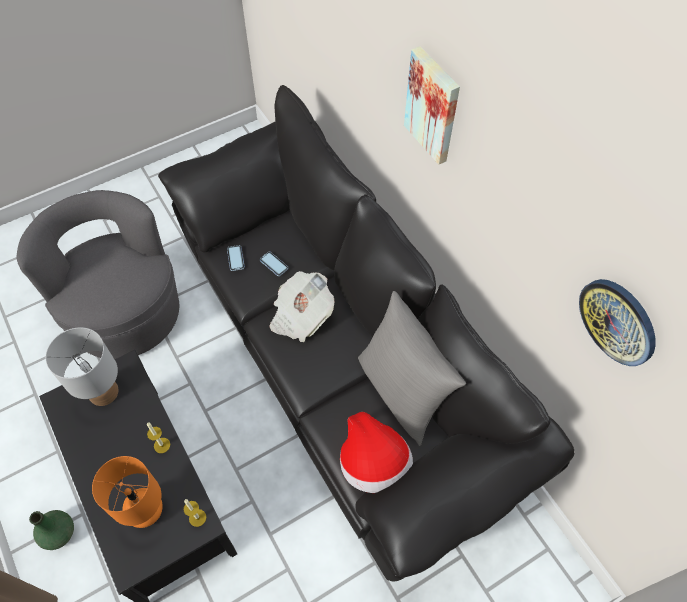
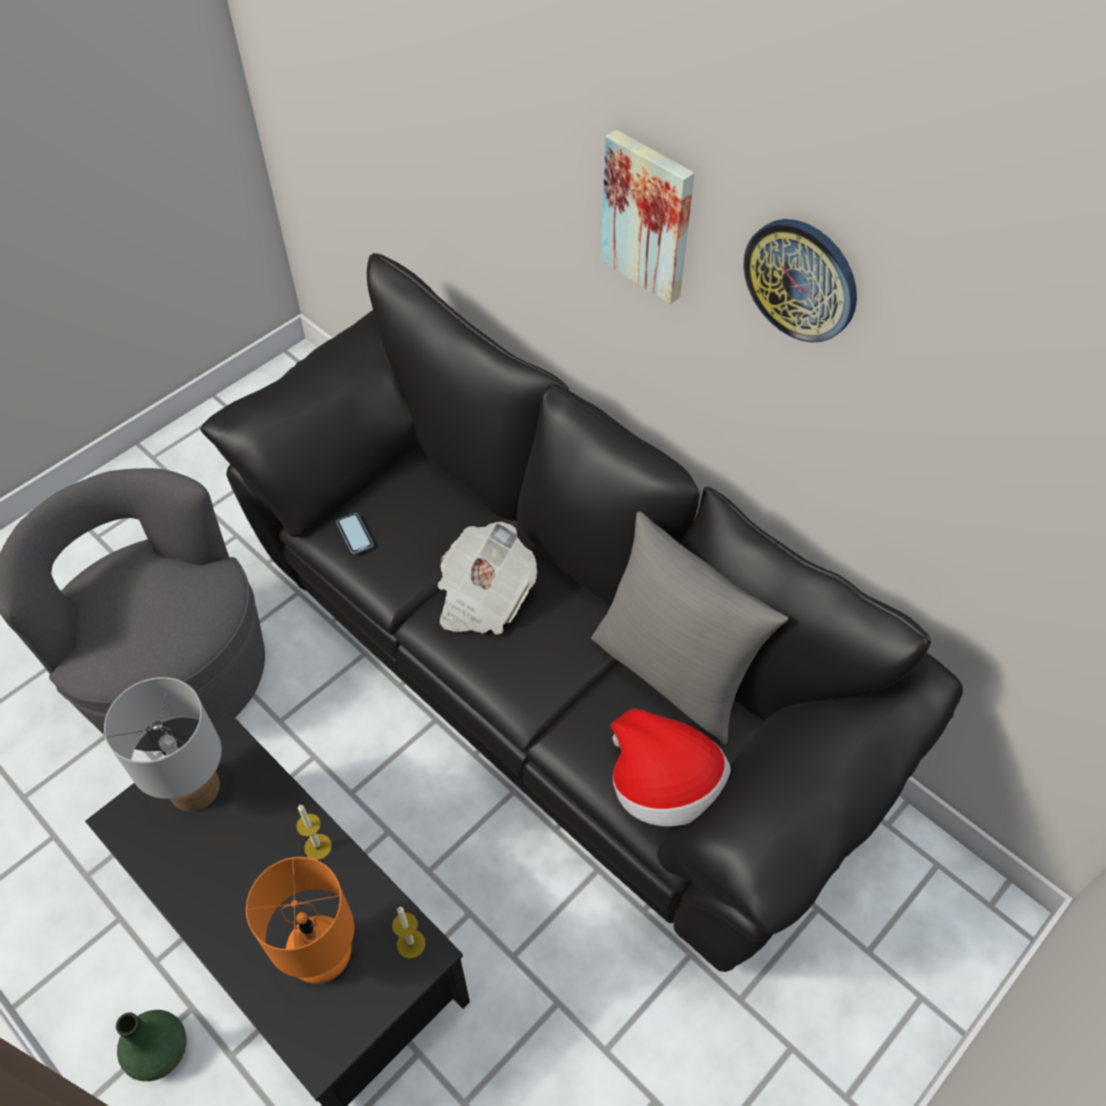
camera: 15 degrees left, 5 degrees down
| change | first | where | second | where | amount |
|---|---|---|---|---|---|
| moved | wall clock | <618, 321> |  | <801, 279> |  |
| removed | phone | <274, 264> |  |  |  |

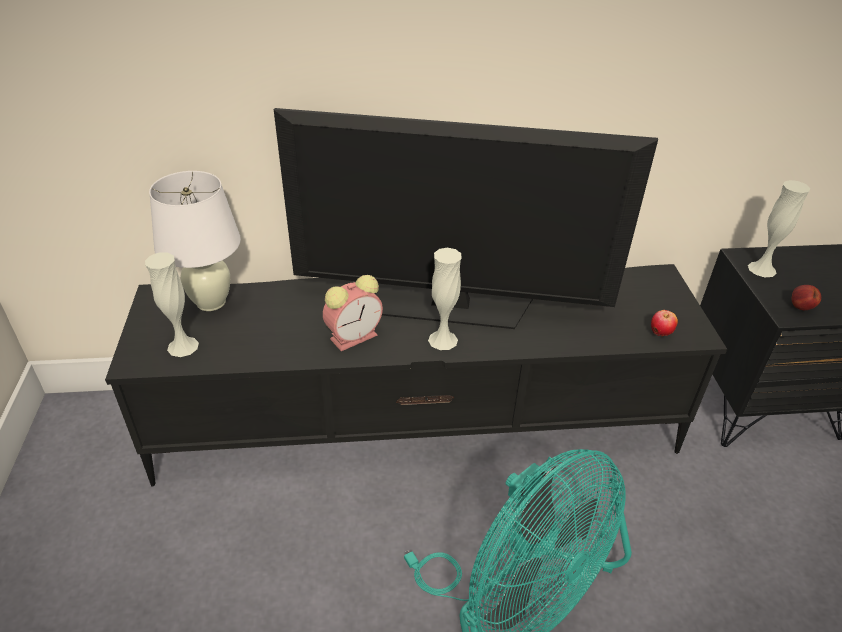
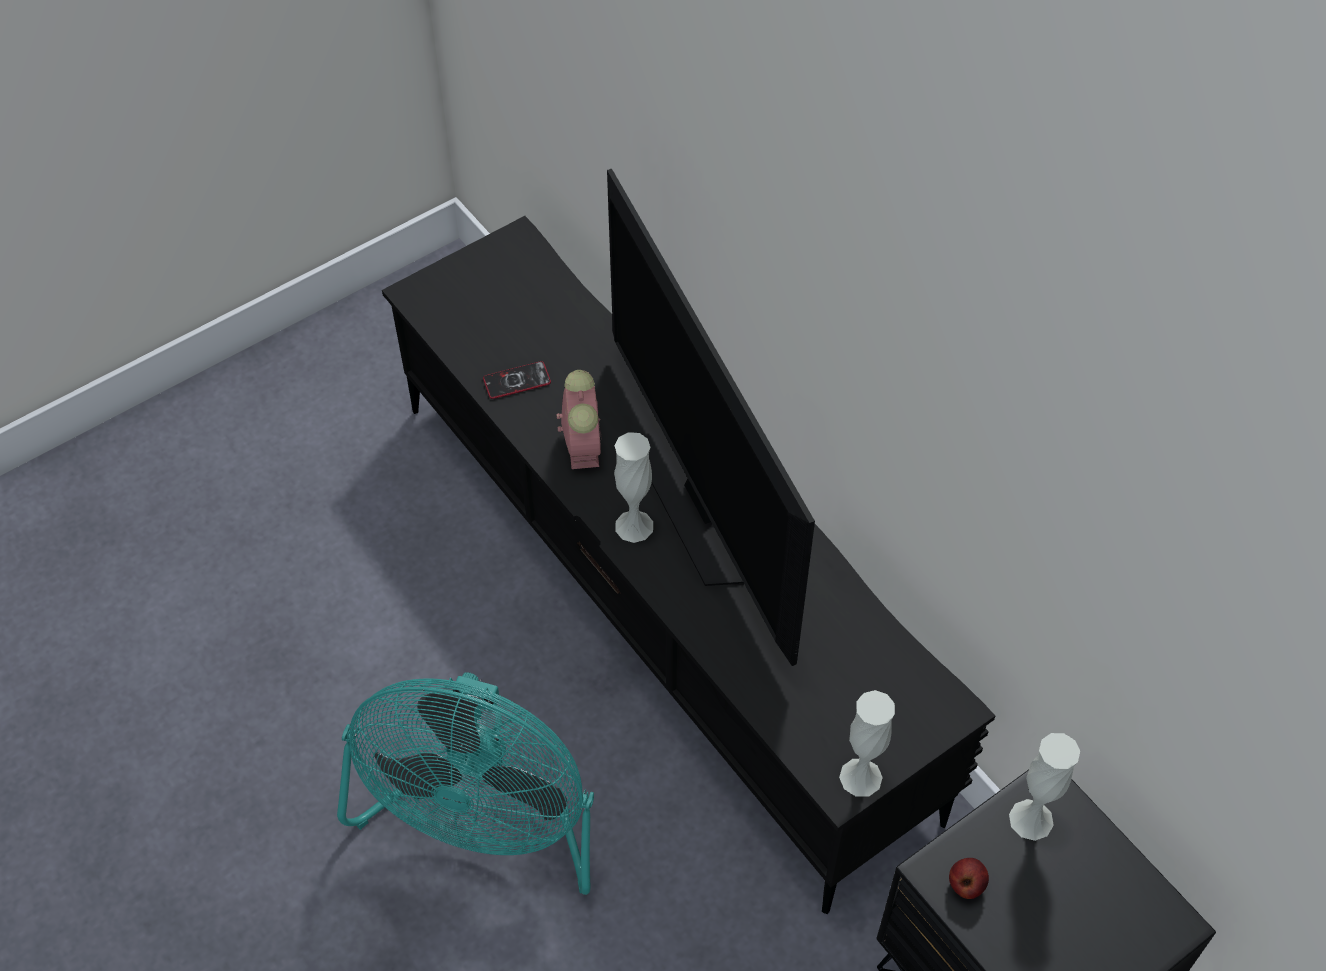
camera: 60 degrees right, 15 degrees up
| change | first | where | second | where | amount |
|---|---|---|---|---|---|
| added |  |  | phone | <517, 381> |  |
| turned | alarm clock | <355, 336> |  | <582, 444> | 120 degrees counterclockwise |
| moved | white flower vase | <183, 346> |  | <860, 777> |  |
| removed | white tabletop lamp | <211, 302> |  |  |  |
| removed | whole apple | <660, 334> |  |  |  |

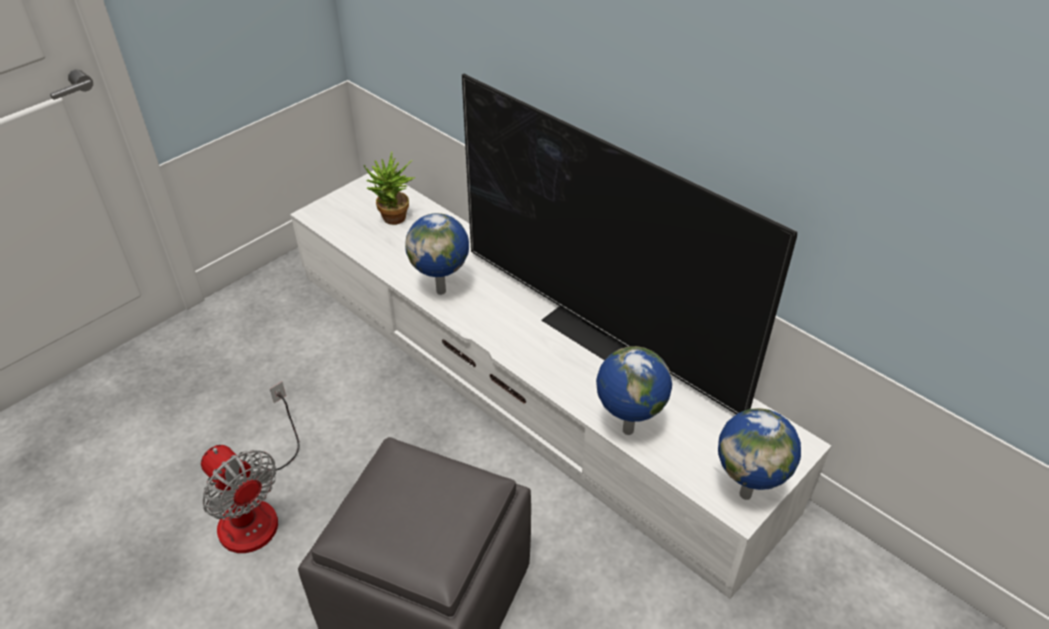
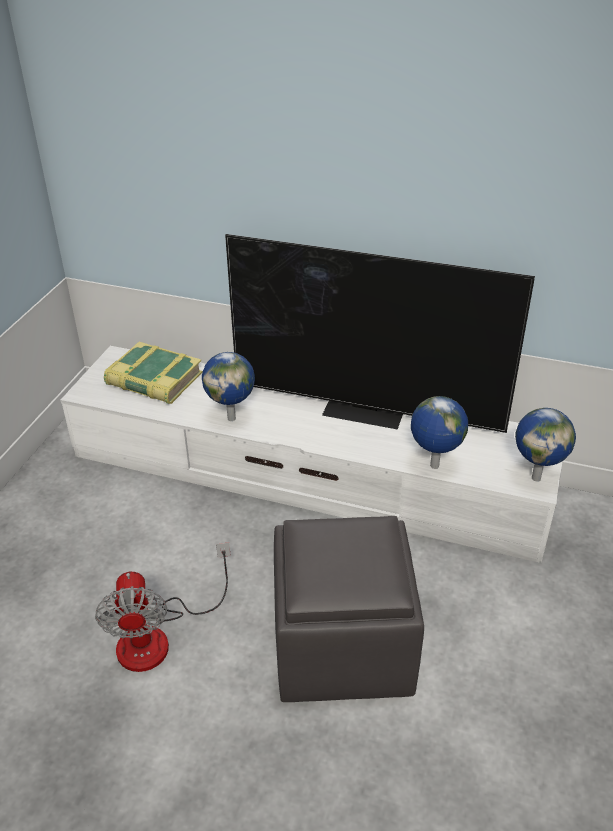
camera: 25 degrees left, 5 degrees down
| change | first | where | second | where | amount |
|---|---|---|---|---|---|
| turned | fan | <256, 507> |  | <158, 636> | 60 degrees clockwise |
| replaced | houseplant | <393, 221> | book | <154, 380> |  |

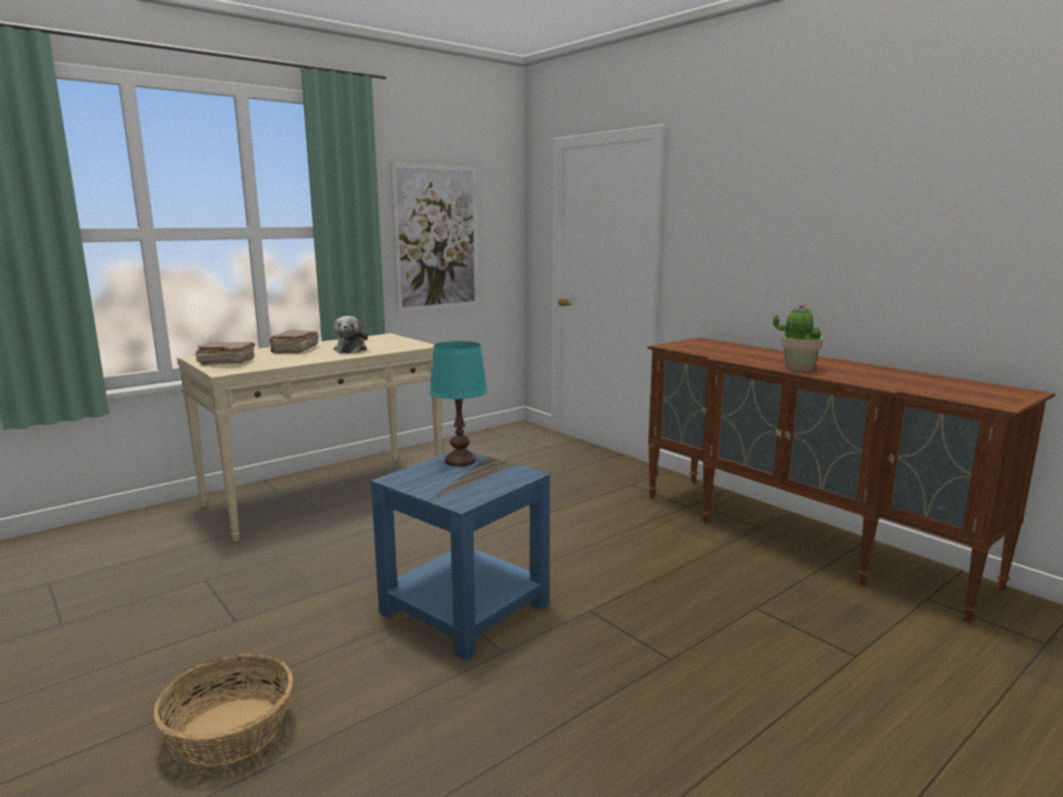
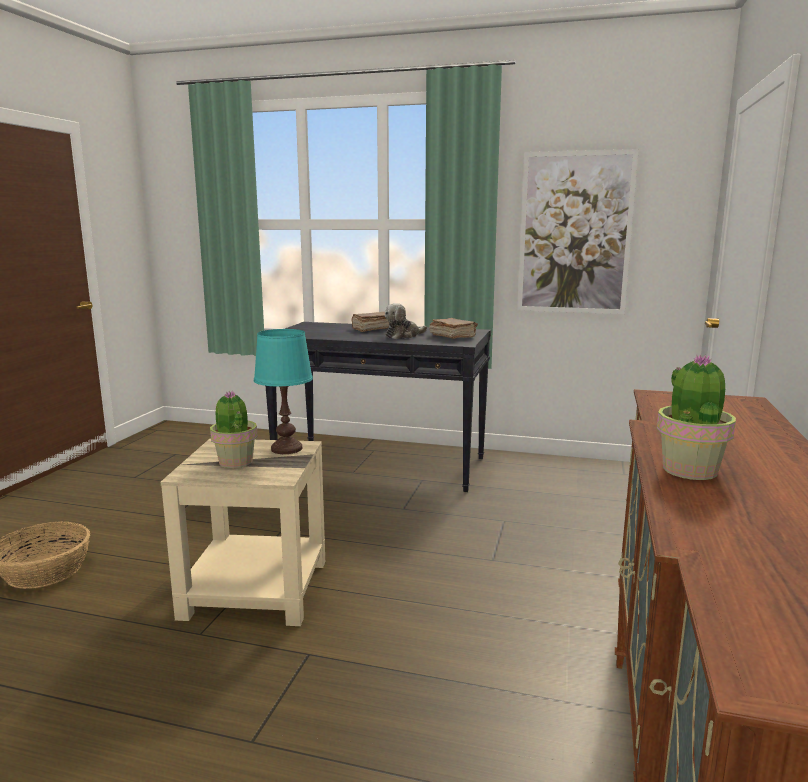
camera: 55 degrees right, 0 degrees up
| change | first | where | second | where | amount |
|---|---|---|---|---|---|
| recoloured | blue-coloured accent table | <464, 607> | beige accent table | <258, 587> |  |
| added |  |  | houseplant | <235, 462> |  |
| recoloured | beige console table | <327, 494> | black console table | <381, 464> |  |
| moved | brown-coloured book | <226, 362> |  | <452, 336> |  |

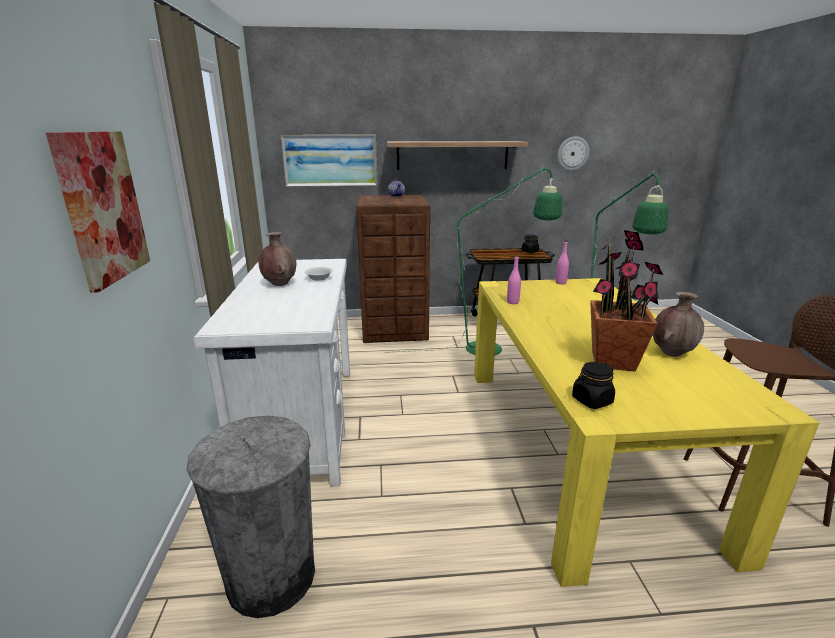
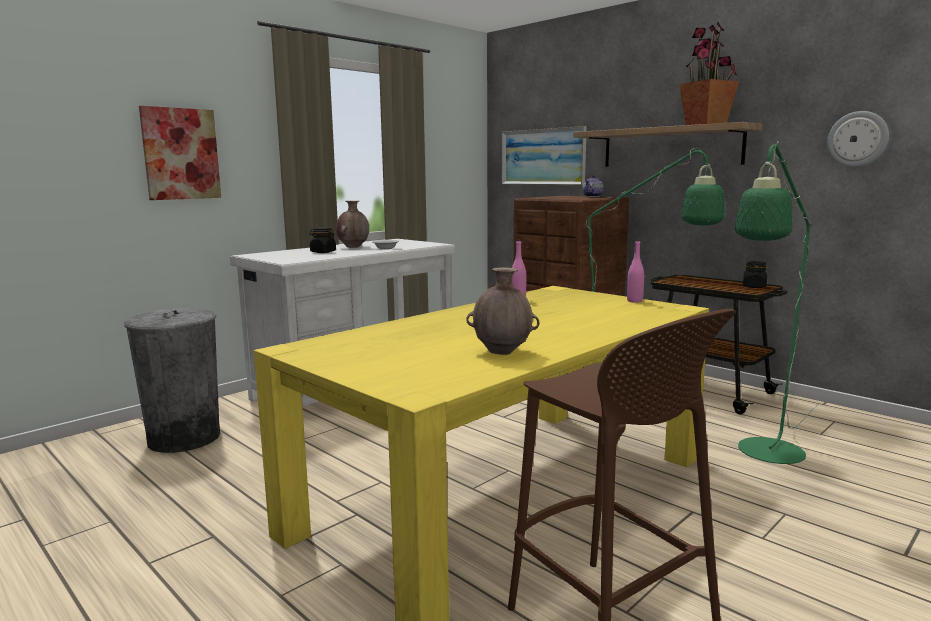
camera: 50 degrees right, 10 degrees down
| change | first | where | second | where | amount |
|---|---|---|---|---|---|
| moved | black storage jar | <591, 401> |  | <323, 252> |  |
| moved | houseplant | <613, 361> |  | <705, 125> |  |

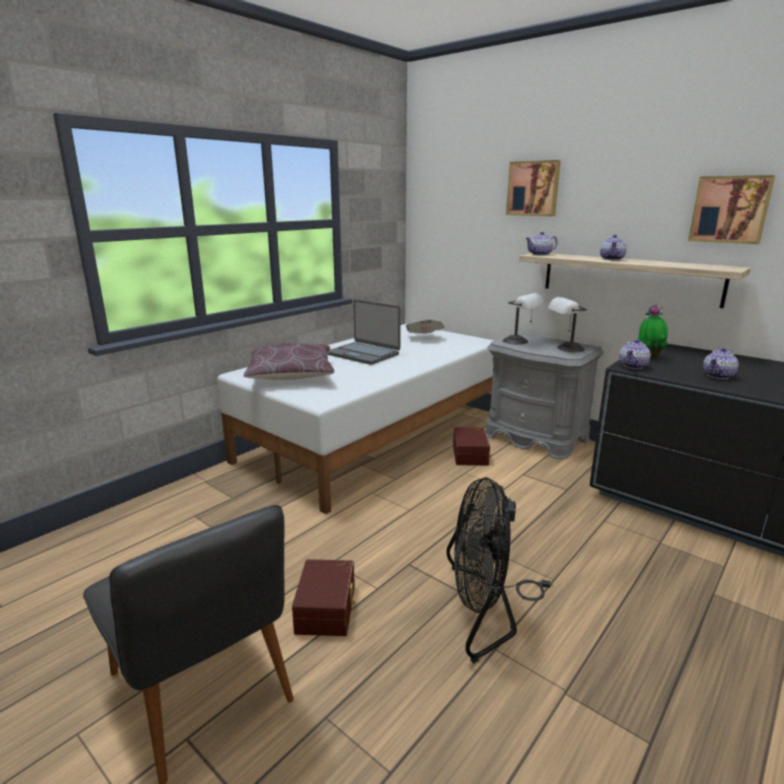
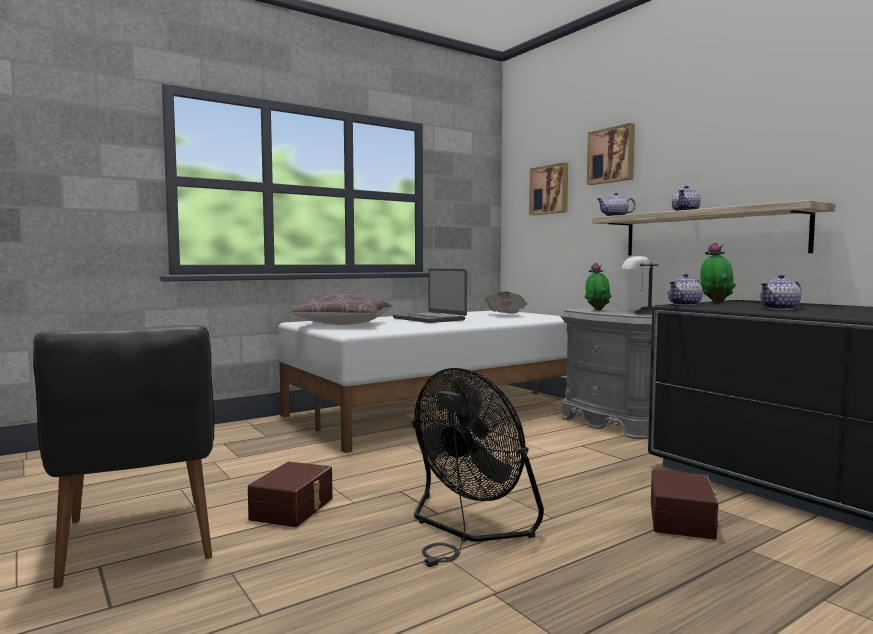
camera: 15 degrees right, 15 degrees down
| change | first | where | second | where | amount |
|---|---|---|---|---|---|
| turned | black fan | <488, 606> |  | <460, 526> | 120 degrees clockwise |
| moved | wall art | <730, 209> |  | <550, 190> |  |
| replaced | tabletop lamp | <520, 342> | houseplant | <597, 310> |  |
| moved | brown-coloured storage container | <471, 454> |  | <683, 519> |  |

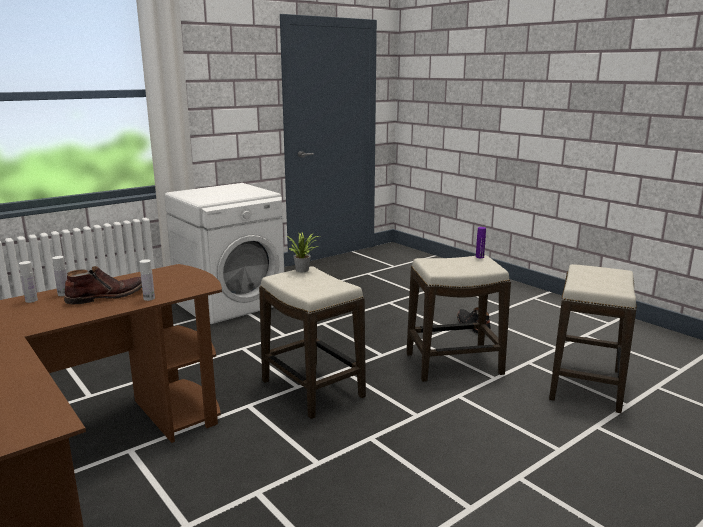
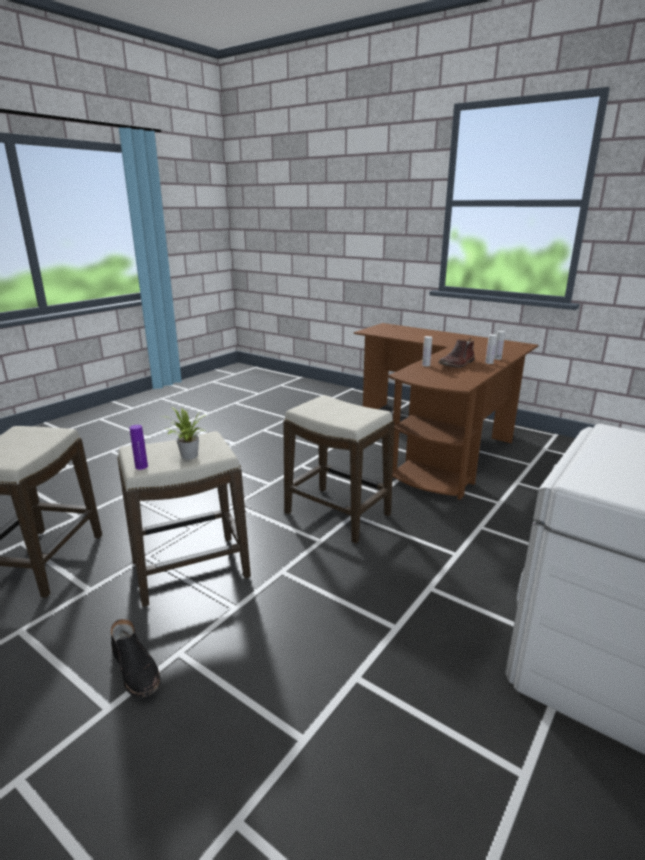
camera: 165 degrees right, 5 degrees up
| change | first | where | second | where | amount |
|---|---|---|---|---|---|
| moved | houseplant | <303, 270> |  | <187, 456> |  |

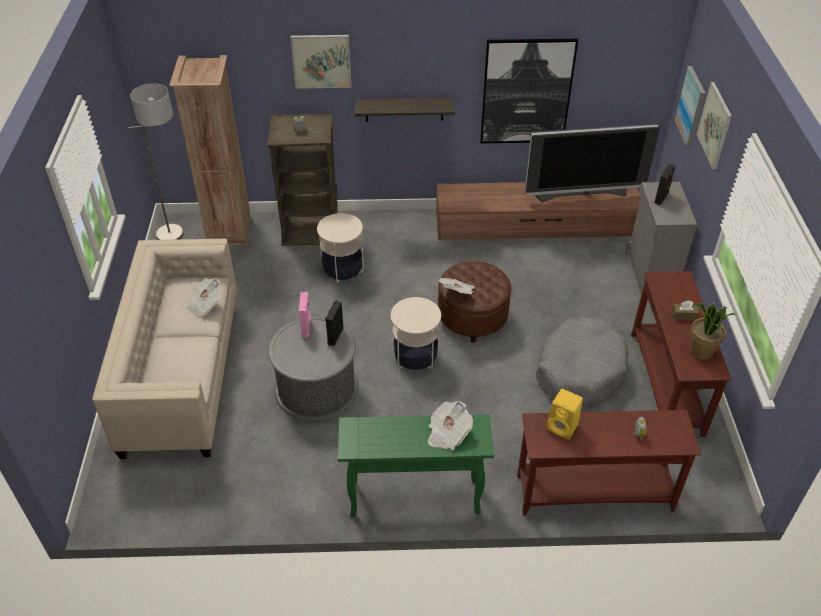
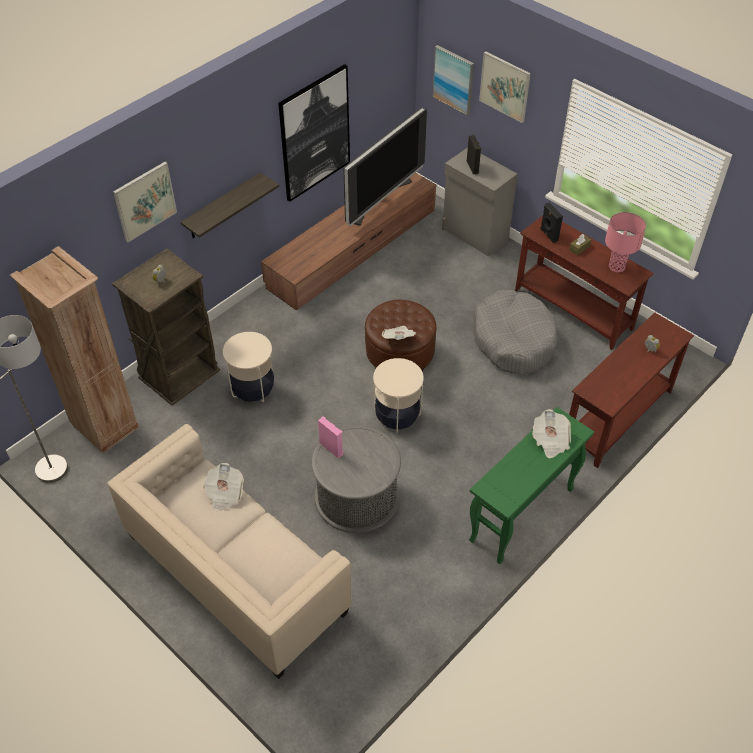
camera: 45 degrees left, 5 degrees up
| change | first | where | second | where | amount |
|---|---|---|---|---|---|
| moved | black speaker | <335, 336> |  | <548, 235> |  |
| replaced | houseplant | <700, 351> | pink-coloured tabletop lamp | <617, 266> |  |
| removed | yellow-coloured speaker | <563, 427> |  |  |  |

